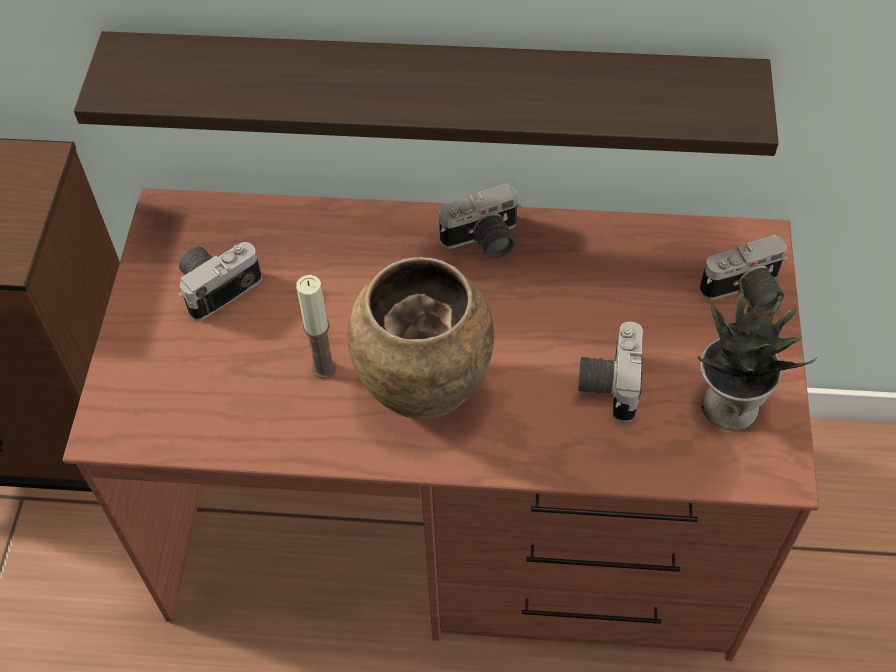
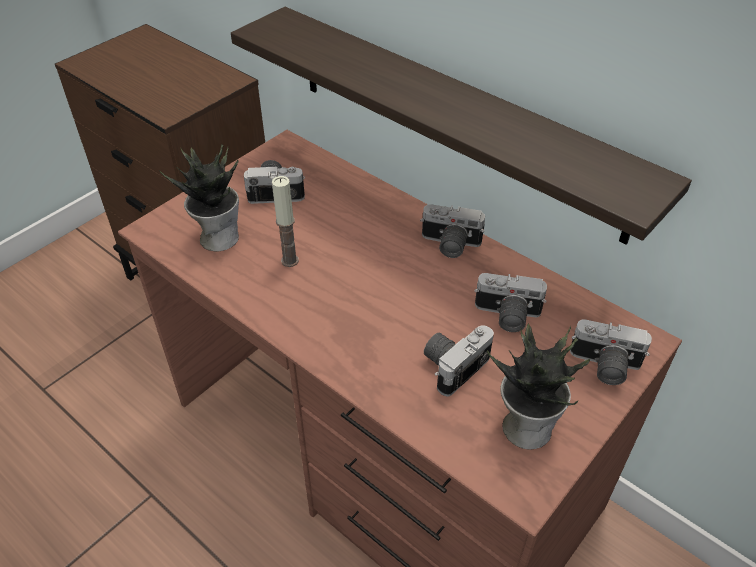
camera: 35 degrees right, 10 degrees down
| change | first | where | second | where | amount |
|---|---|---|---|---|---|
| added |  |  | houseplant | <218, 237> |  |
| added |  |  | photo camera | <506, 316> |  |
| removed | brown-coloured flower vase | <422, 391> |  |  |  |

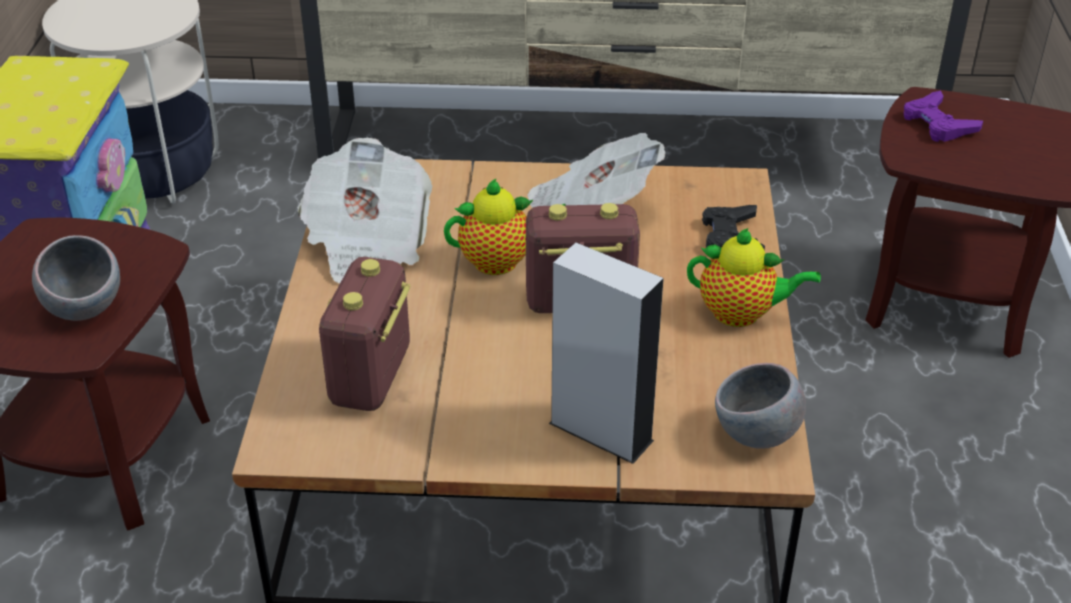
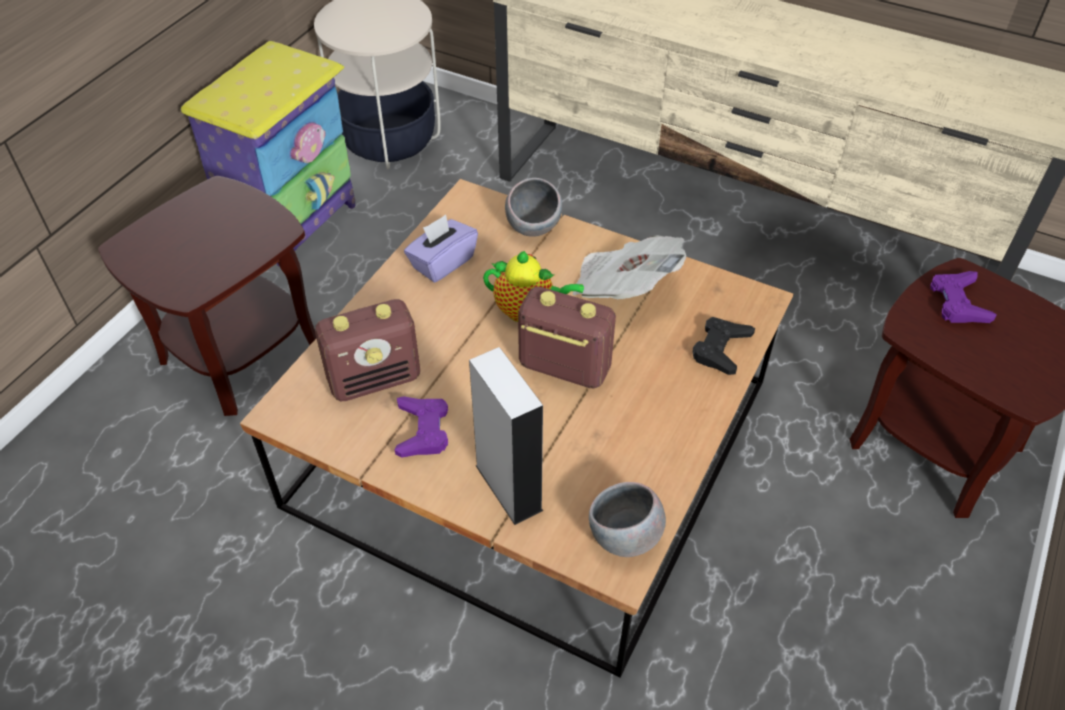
camera: 25 degrees right, 10 degrees up
| change | first | where | second | where | amount |
|---|---|---|---|---|---|
| turned | radio receiver | <371, 378> |  | <375, 379> | 150 degrees counterclockwise |
| added |  |  | purple-coloured joypad | <422, 430> |  |
| replaced | newspaper | <367, 243> | purple-coloured box of tissues | <442, 263> |  |
| moved | grey bowl | <85, 309> |  | <533, 227> |  |
| removed | tea pot | <741, 314> |  |  |  |

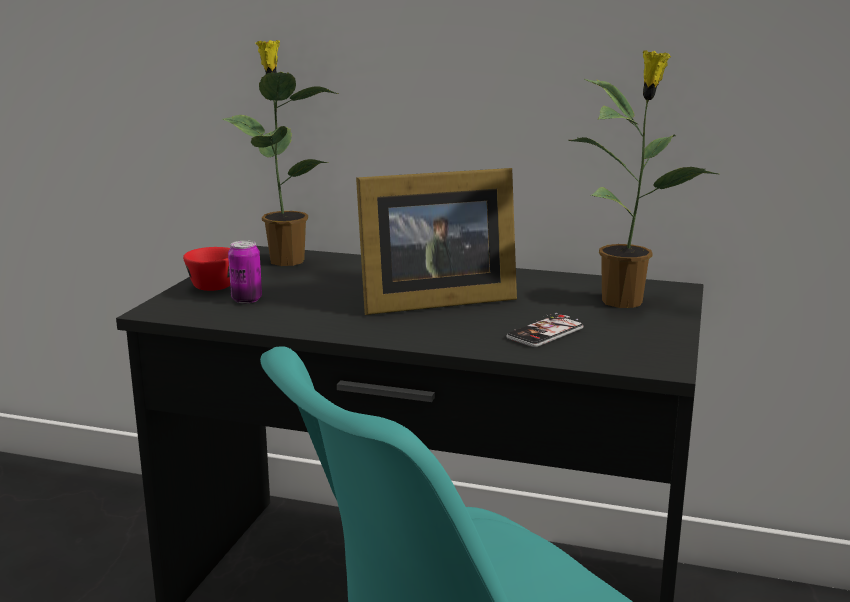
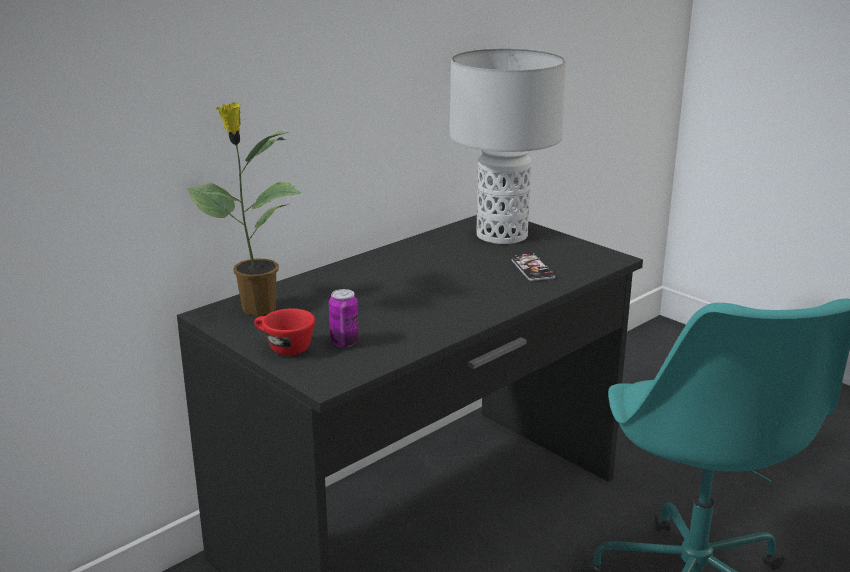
camera: 60 degrees left, 5 degrees up
| change | first | where | second | where | amount |
|---|---|---|---|---|---|
| replaced | houseplant | <625, 301> | white tabletop lamp | <501, 235> |  |
| removed | standing frame | <430, 301> |  |  |  |

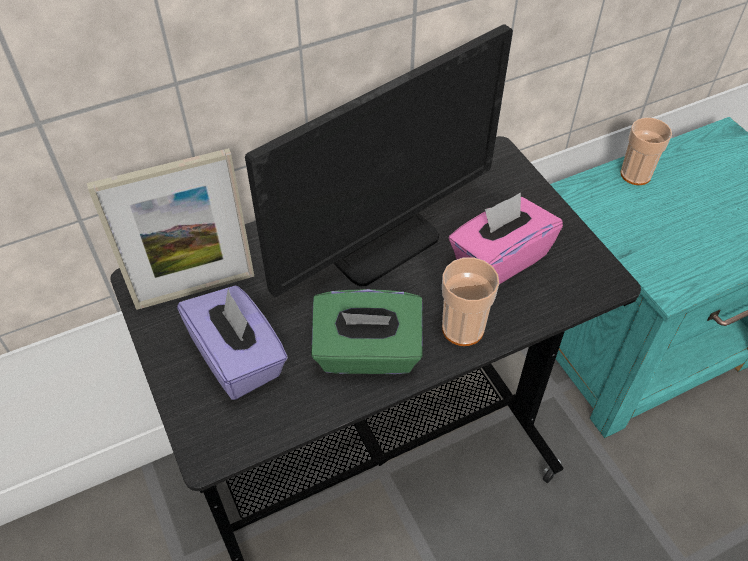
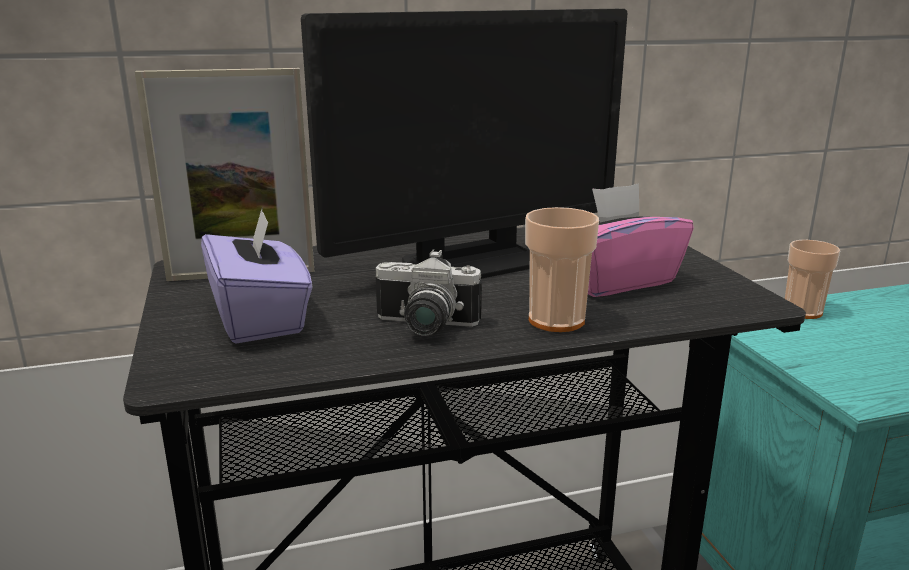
camera: 10 degrees right, 30 degrees down
| change | first | where | second | where | amount |
|---|---|---|---|---|---|
| replaced | green box of tissues | <367, 354> | photo camera | <423, 327> |  |

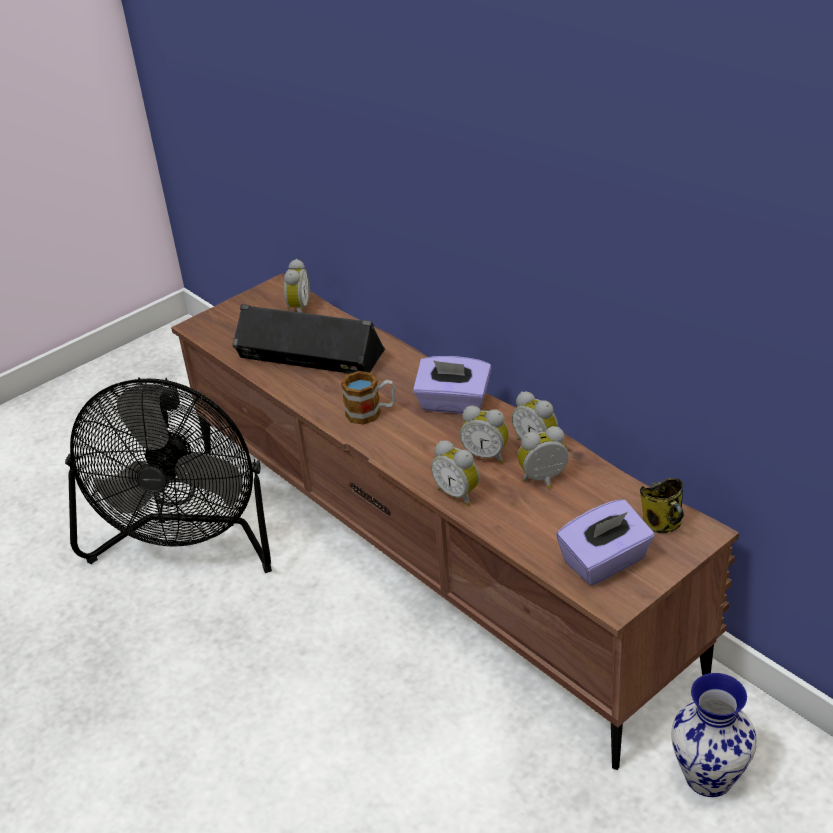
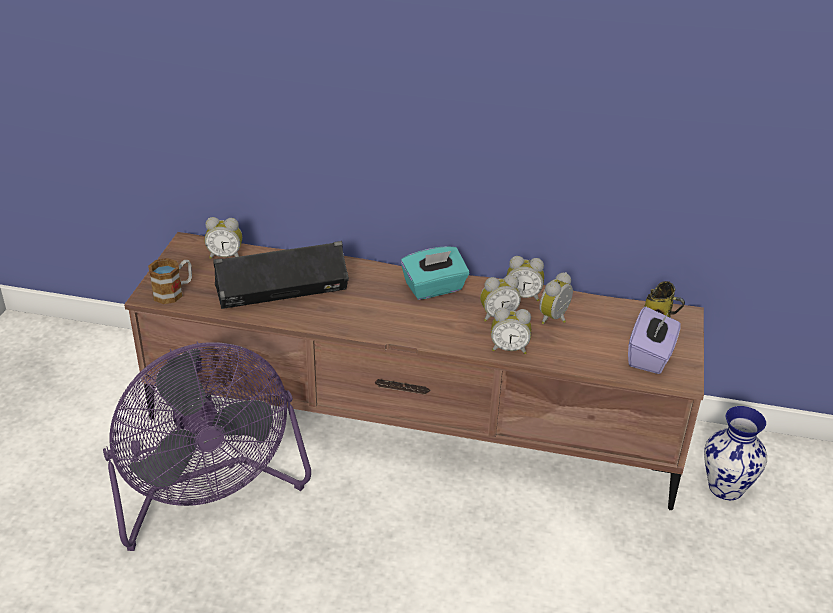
camera: 40 degrees left, 0 degrees up
| change | first | where | second | where | amount |
|---|---|---|---|---|---|
| recoloured | black fan | <183, 539> | purple-coloured fan | <200, 495> |  |
| moved | coffee mug | <371, 413> |  | <173, 292> |  |
| turned | alarm clock | <297, 308> |  | <225, 256> | 120 degrees clockwise |
| recoloured | purple-coloured box of tissues | <453, 404> | blue-green box of tissues | <434, 288> |  |

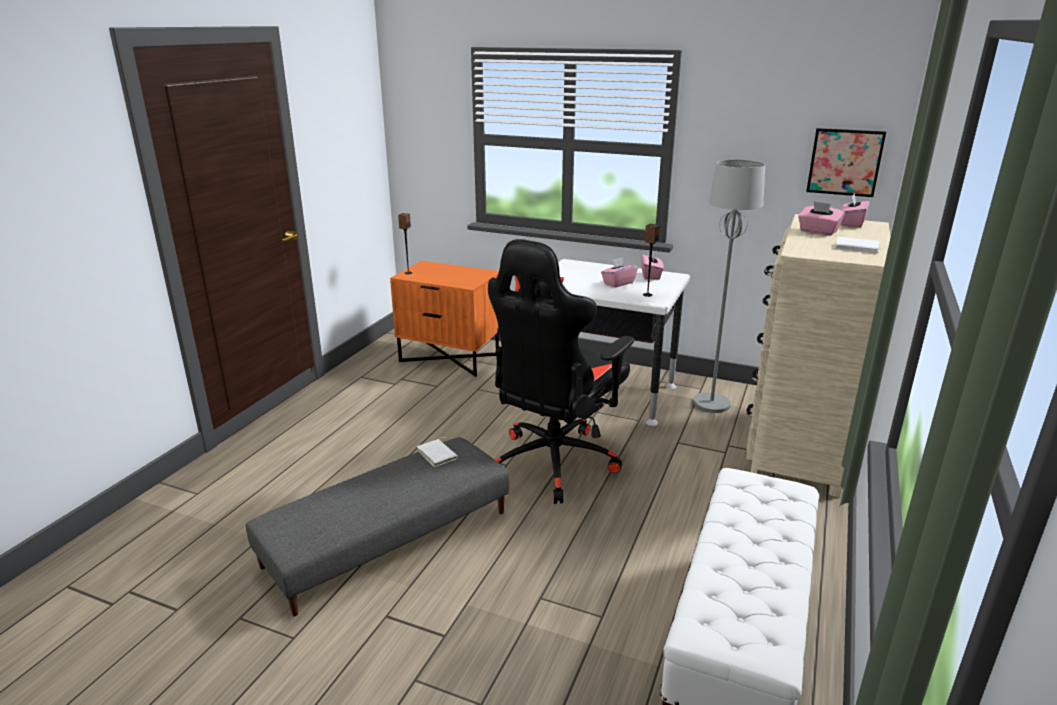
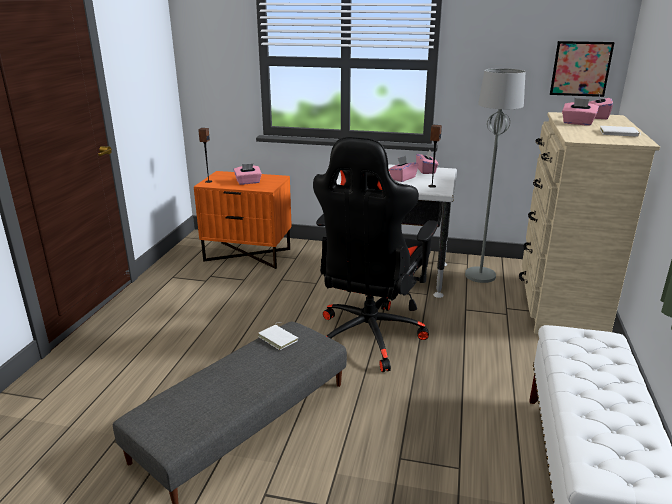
camera: 10 degrees left, 0 degrees up
| change | first | where | second | where | amount |
|---|---|---|---|---|---|
| added |  |  | pink-coloured box of tissues | <248, 182> |  |

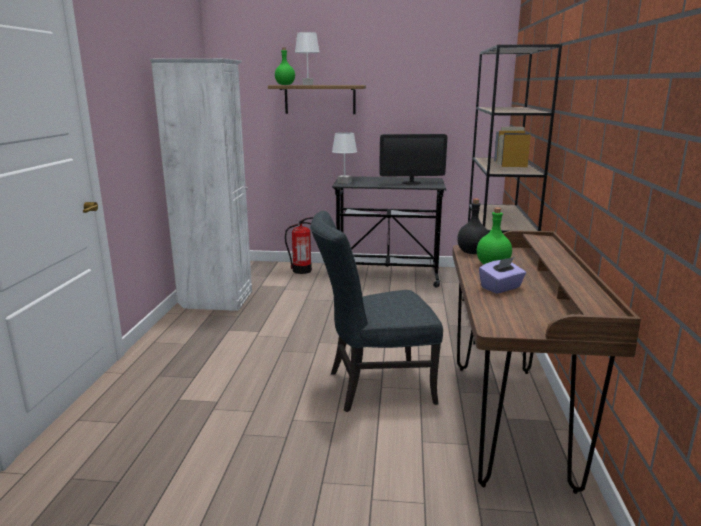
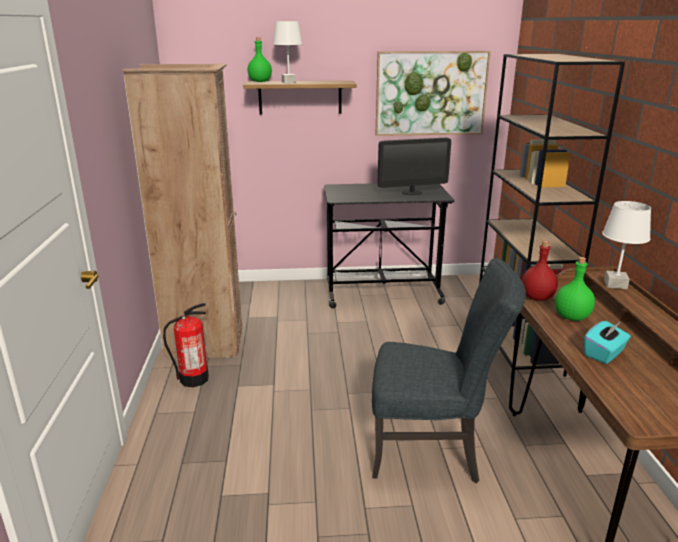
camera: 10 degrees left, 5 degrees up
| change | first | where | second | where | amount |
|---|---|---|---|---|---|
| recoloured | white storage cabinet | <217, 300> | brown-coloured storage cabinet | <206, 343> |  |
| moved | extinguisher | <301, 270> |  | <193, 379> |  |
| turned | grey chair | <373, 386> |  | <433, 449> | 150 degrees counterclockwise |
| added |  |  | wall art | <431, 93> |  |
| recoloured | black beverage bottle | <472, 252> | red beverage bottle | <537, 297> |  |
| recoloured | purple-coloured box of tissues | <501, 288> | blue-green box of tissues | <604, 354> |  |
| moved | white tabletop lamp | <344, 182> |  | <615, 285> |  |

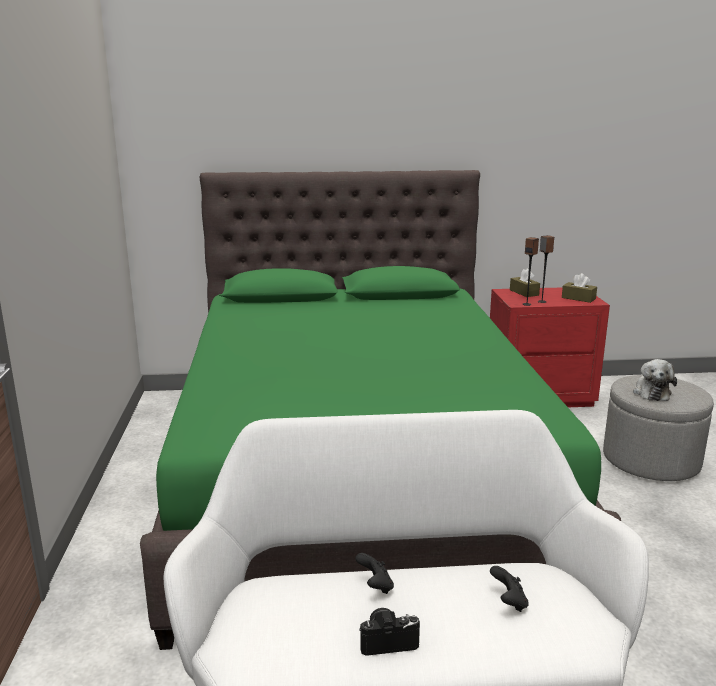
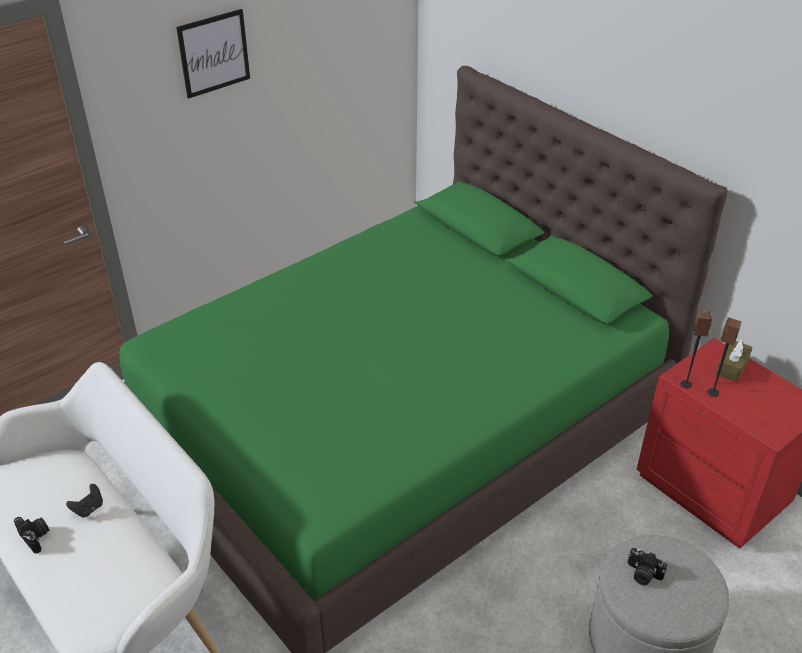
camera: 55 degrees right, 20 degrees up
| change | first | where | second | where | amount |
|---|---|---|---|---|---|
| added |  |  | wall art | <214, 53> |  |
| replaced | cuddly toy | <651, 392> | photo camera | <642, 574> |  |
| removed | black joypad | <509, 602> |  |  |  |
| removed | brown-coloured box of tissues | <578, 298> |  |  |  |

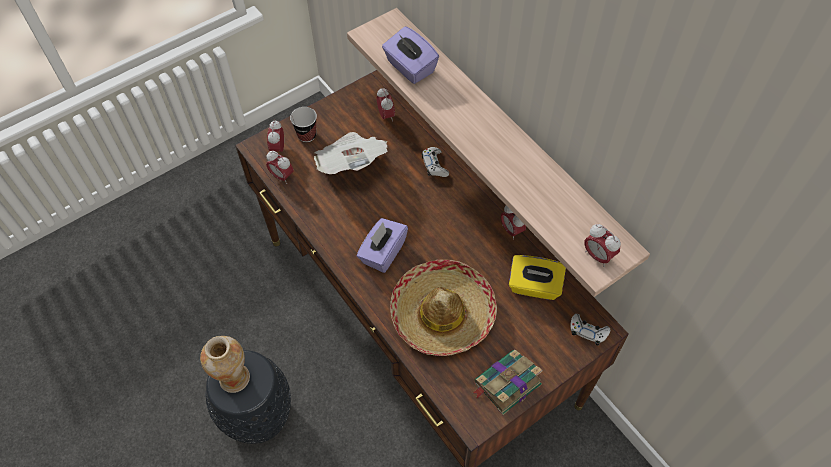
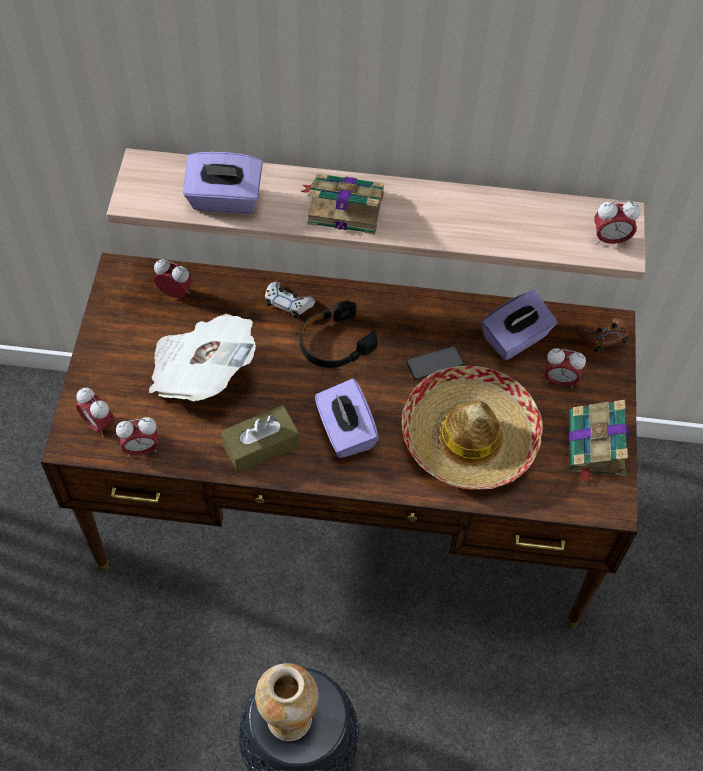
camera: 50 degrees left, 0 degrees up
| change | first | where | second | where | amount |
|---|---|---|---|---|---|
| added |  |  | brown-coloured box of tissues | <261, 446> |  |
| added |  |  | black pair of headphones | <334, 343> |  |
| added |  |  | book | <343, 207> |  |
| added |  |  | phone | <434, 363> |  |
| recoloured | yellow-coloured box of tissues | <534, 286> | purple-coloured box of tissues | <515, 338> |  |
| moved | alarm clock | <511, 230> |  | <559, 380> |  |
| recoloured | white joypad | <588, 331> | brown-coloured joypad | <603, 338> |  |
| removed | drinking cup | <307, 135> |  |  |  |

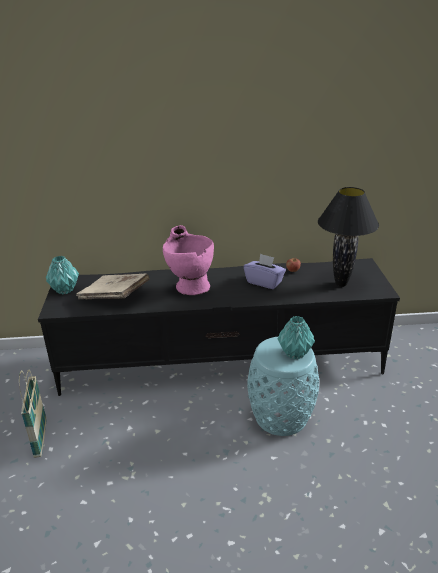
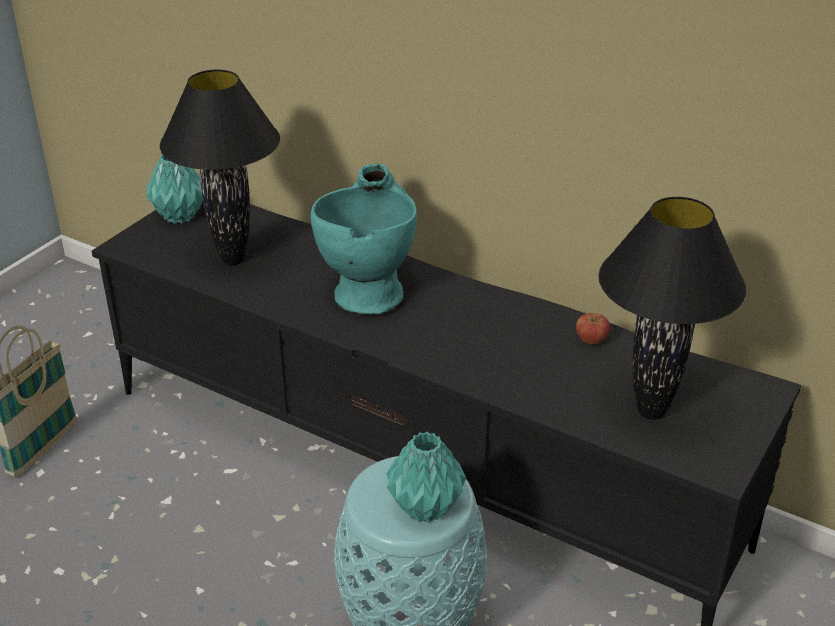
camera: 35 degrees right, 5 degrees up
| change | first | where | second | where | amount |
|---|---|---|---|---|---|
| replaced | beige book | <115, 296> | black tabletop lamp | <234, 259> |  |
| recoloured | pink-coloured flower vase | <188, 285> | blue-green flower vase | <368, 289> |  |
| removed | purple-coloured box of tissues | <264, 282> |  |  |  |

